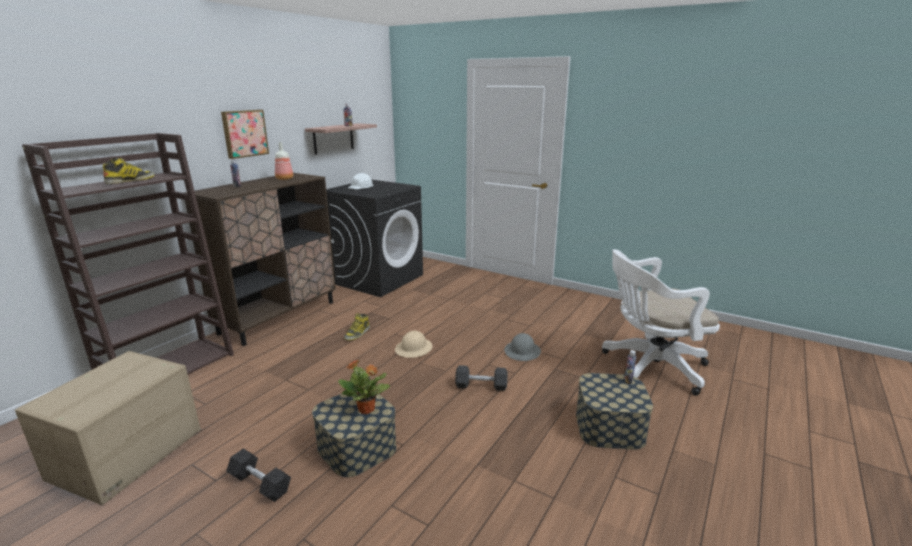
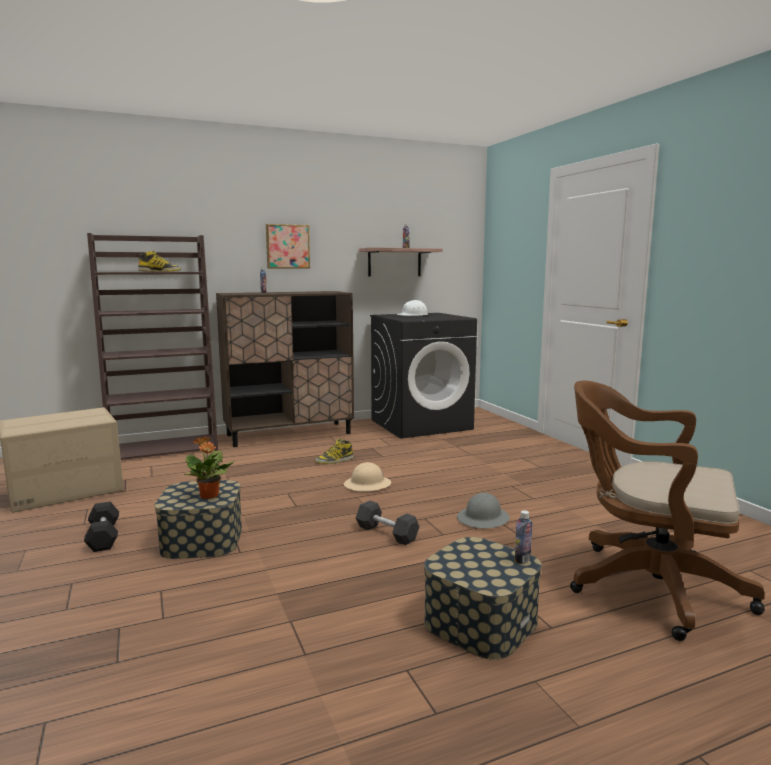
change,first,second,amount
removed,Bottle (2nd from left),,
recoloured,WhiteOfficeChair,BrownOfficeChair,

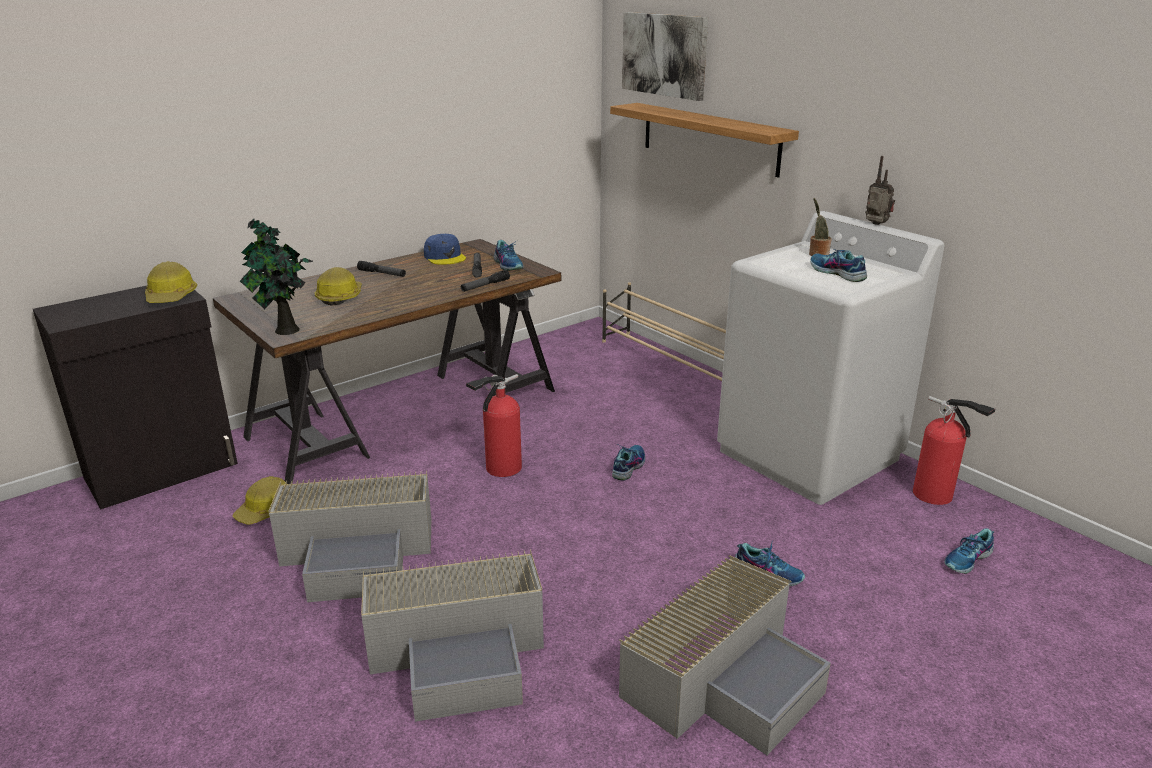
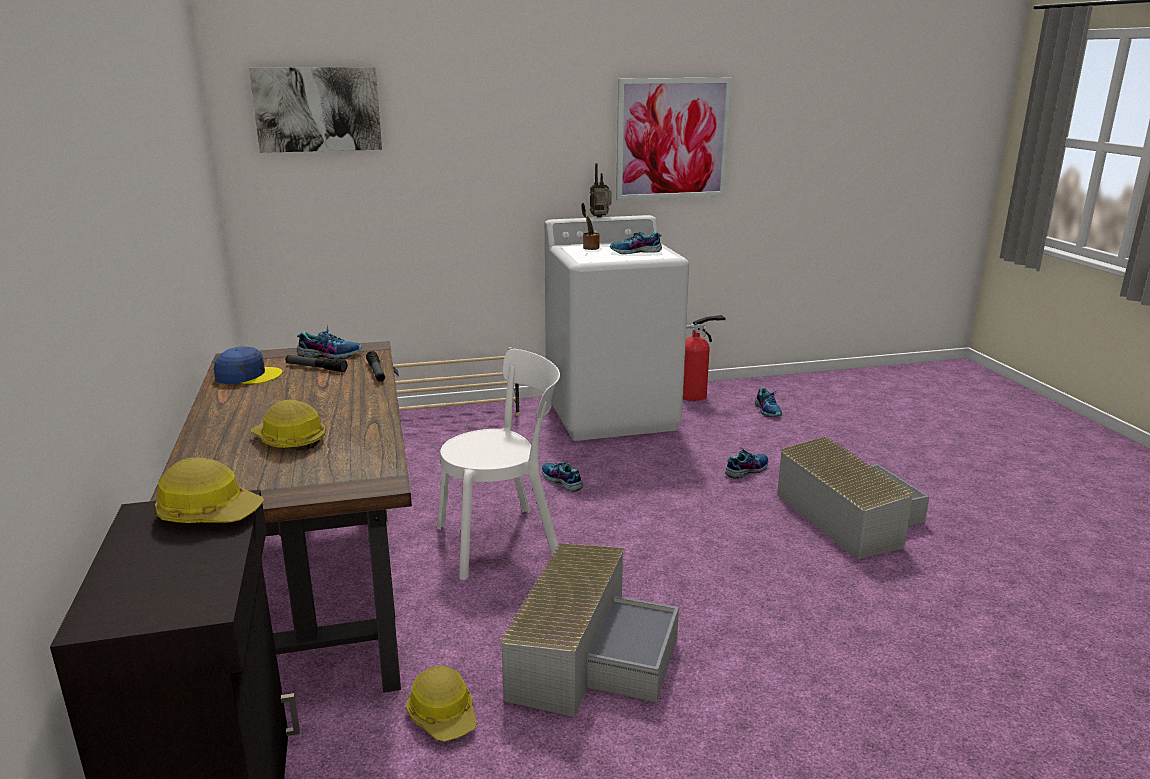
change,first,second,amount
removed,PottedPlant (1st from left),,
removed,Flashlight (1st from left),,
removed,GreyStorageBox (2nd from left),,
removed,Shelf,,
added,,Picture (2nd from left),
replaced,FireExtinguisher (1st from left),WhiteChair,

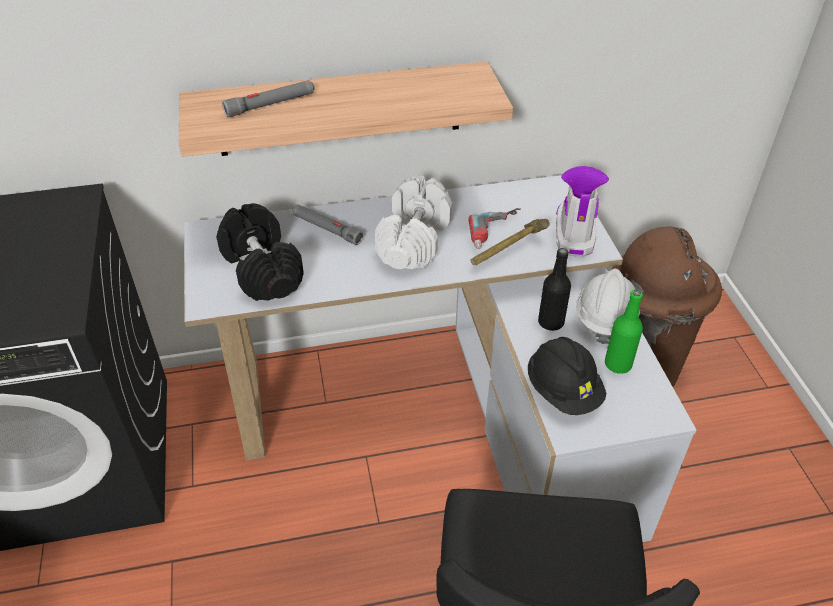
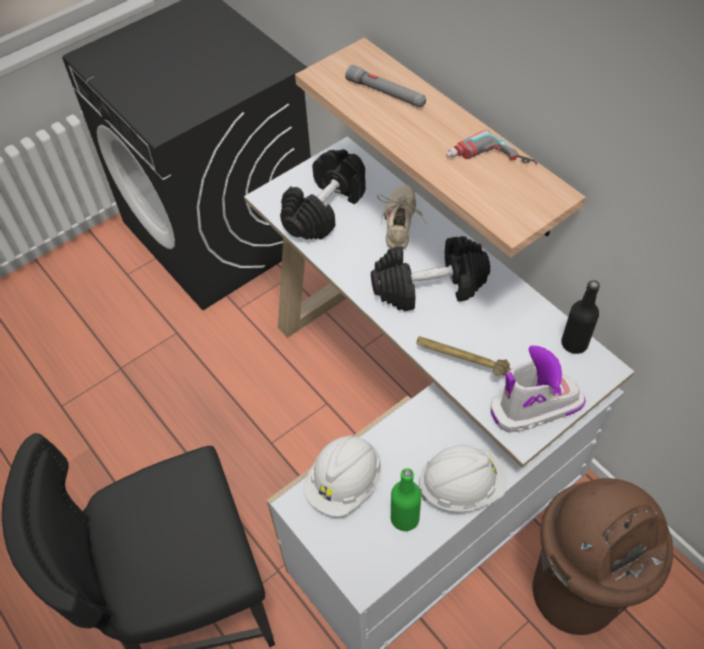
change,first,second,amount
moved,PowerDrill,,
moved,BlackBottle,,
replaced,GreyFlashlight (2nd from left),BeigeShoe,
recoloured,WhiteDumbbell,BlackDumbbell (2nd from left),
recoloured,BlackHardHat,WhiteHardHat (1st from left),

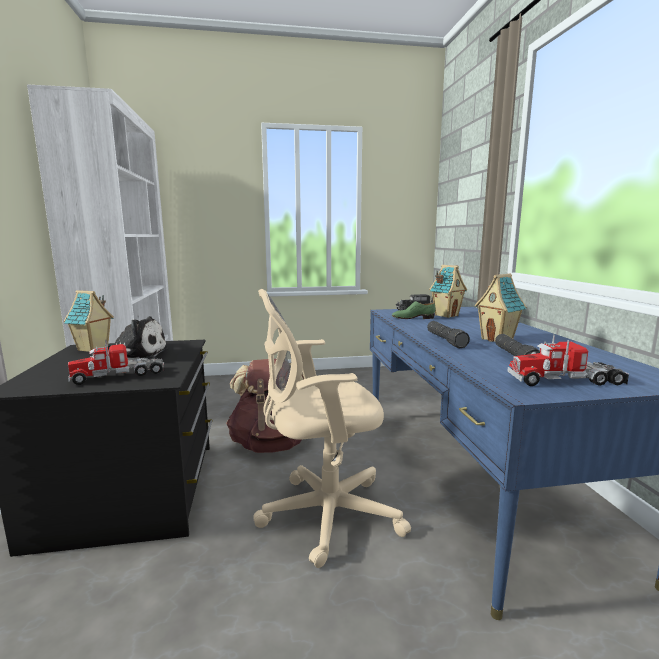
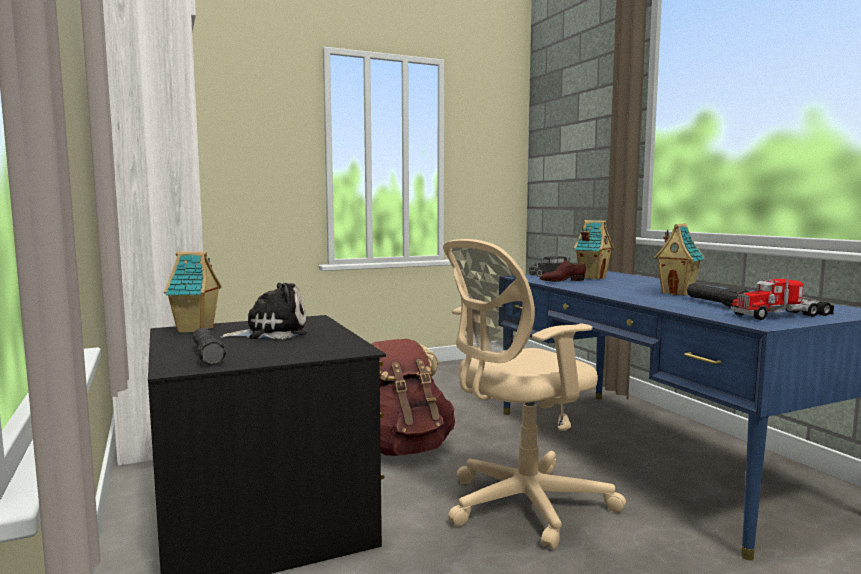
change,first,second,amount
removed,ToyTruck (1st from left),,
moved,BlackFlashlight (1st from left),,
recoloured,GreenShoe,BrownShoe,

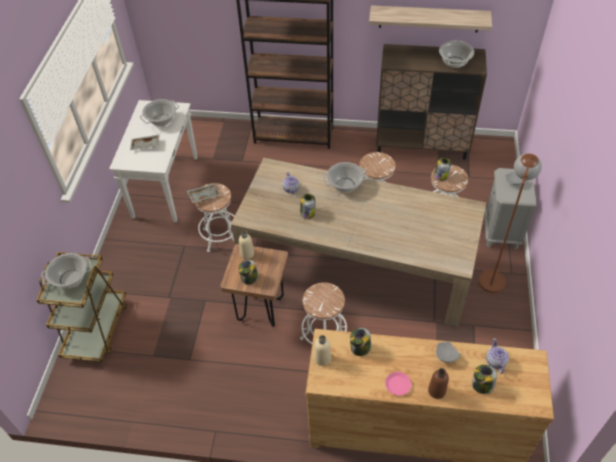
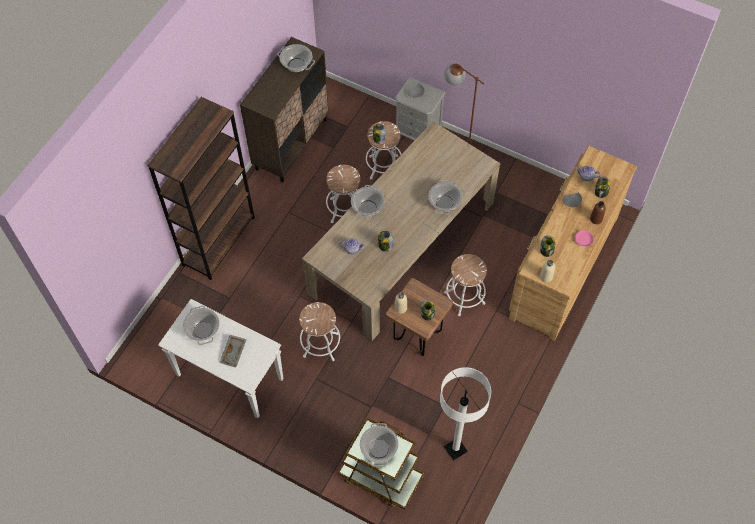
change,first,second,amount
removed,GreyTray (2nd from left),,
removed,Shelf,,
added,,CookingPot (5th from left),
added,,WhiteFloorLamp,

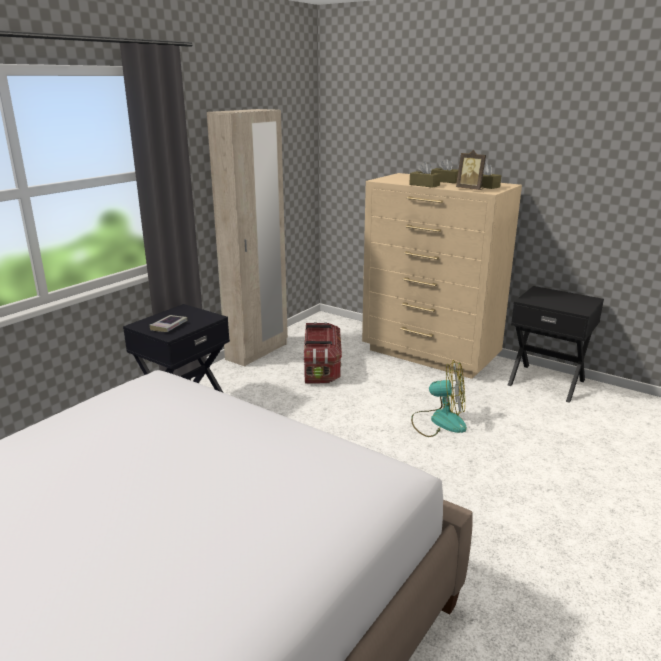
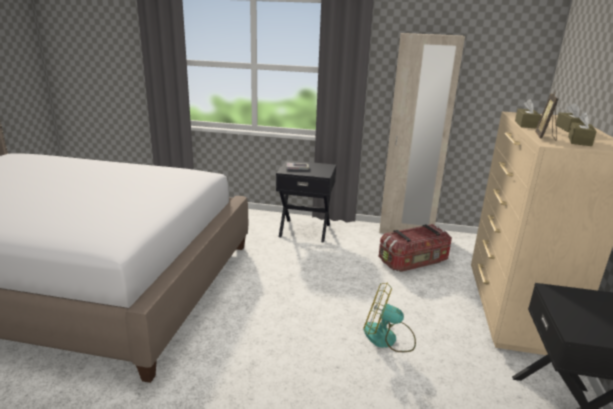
change,first,second,amount
turned,Fan,,120 degrees clockwise

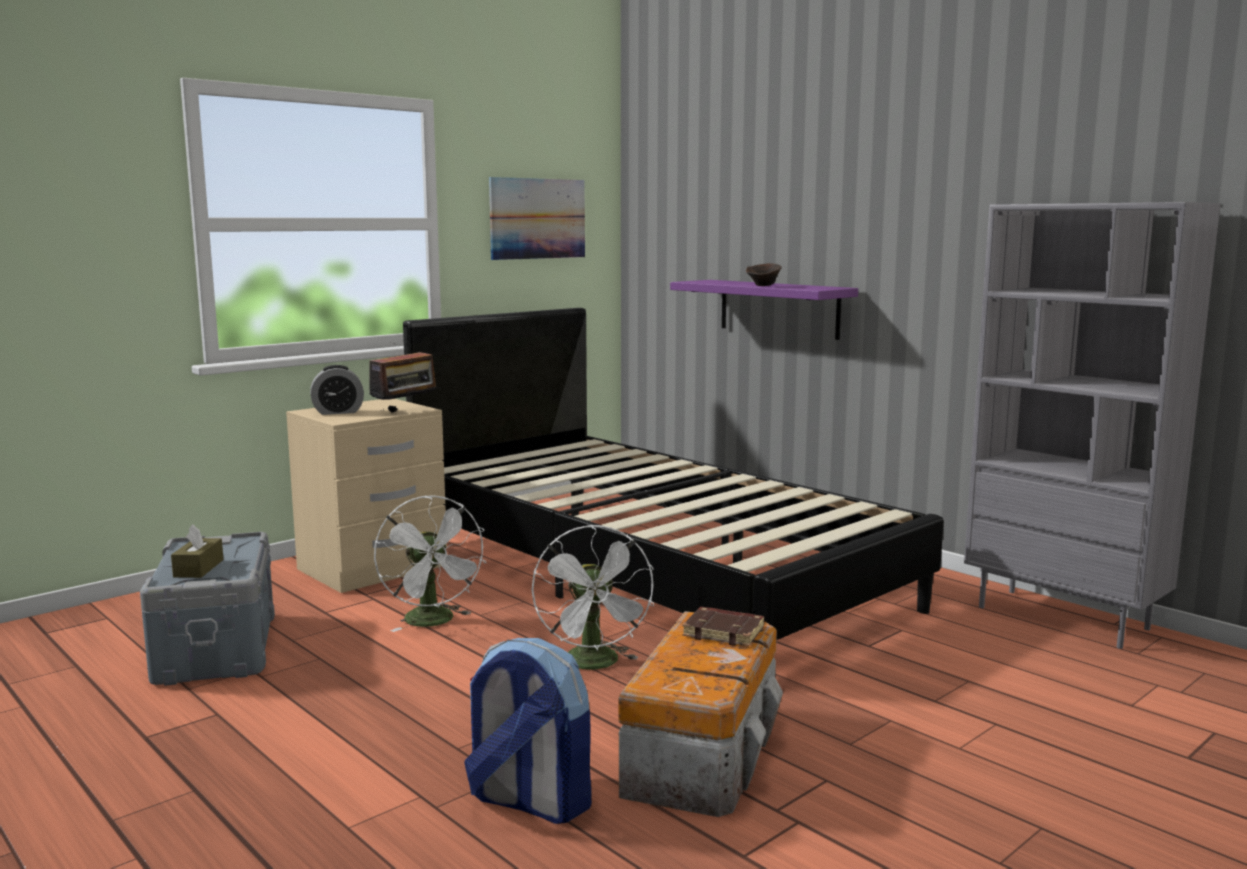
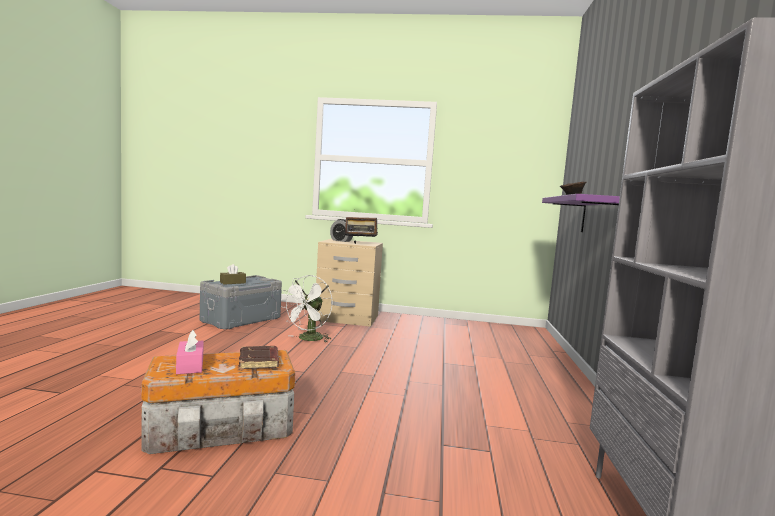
change,first,second,amount
removed,BlackBed,,
removed,Backpack,,
removed,Picture,,
removed,WhiteFan (2nd from left),,
added,,PinkTissueBox,

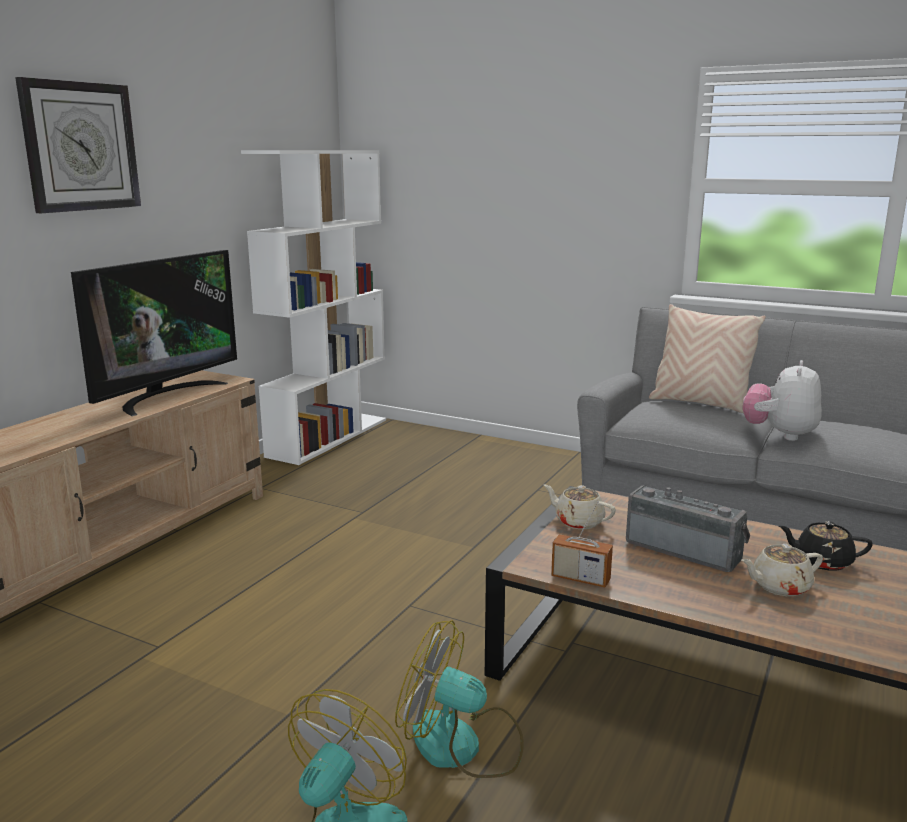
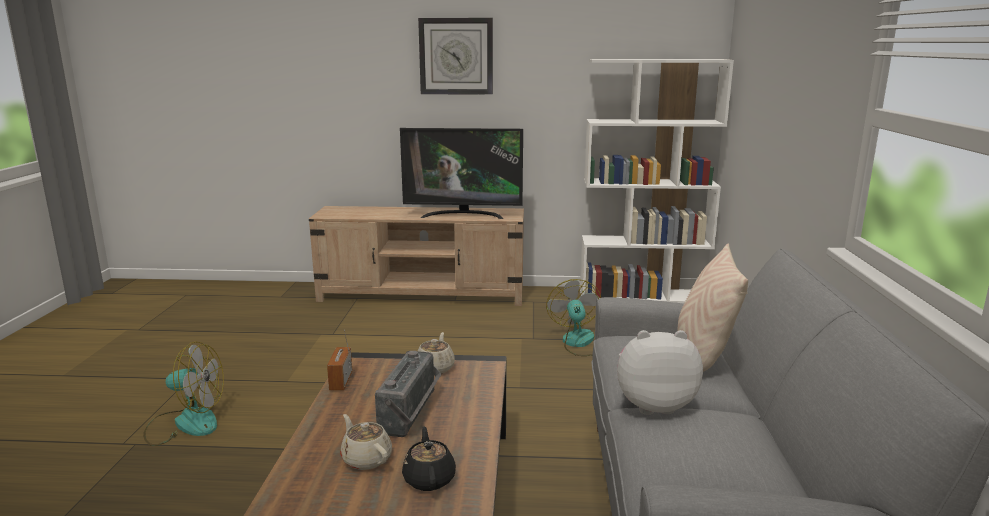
change,first,second,amount
moved,Fan (2nd from left),,

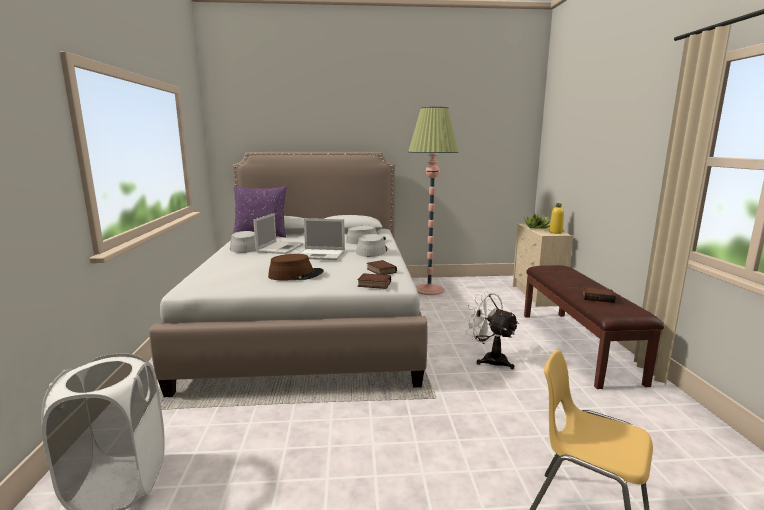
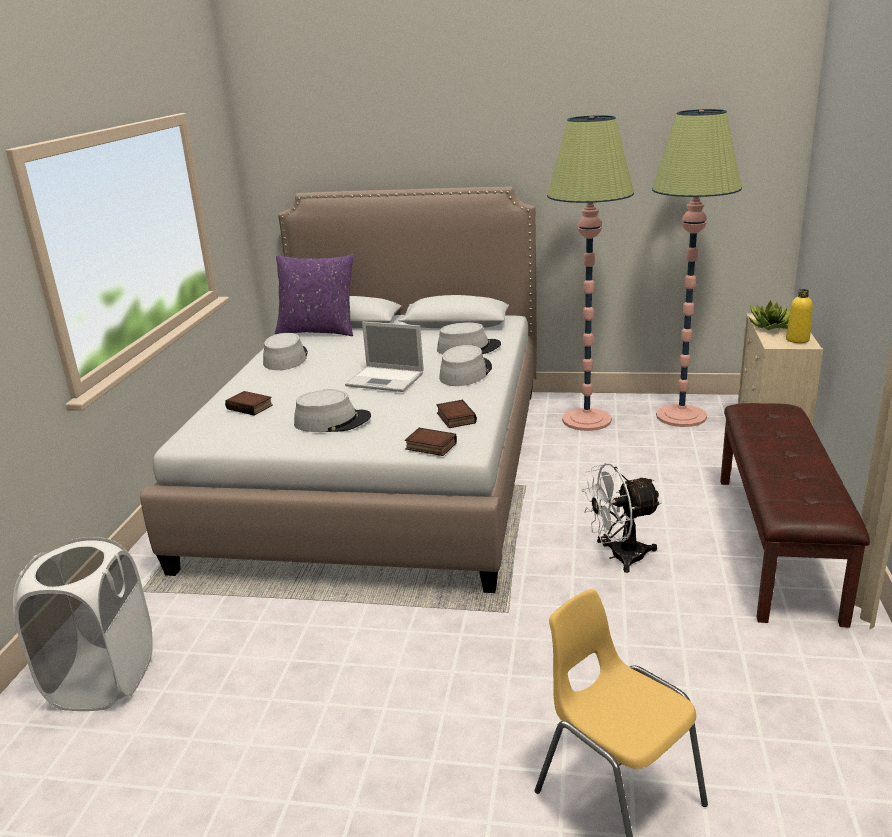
change,first,second,amount
removed,Laptop (1st from left),,
added,,FloorLamp (2nd from left),
moved,Book (3rd from left in the first image),Book (1st from left),
recoloured,BrownHat,GreyHat (2nd from left),
turned,WhiteFan,,75 degrees counterclockwise

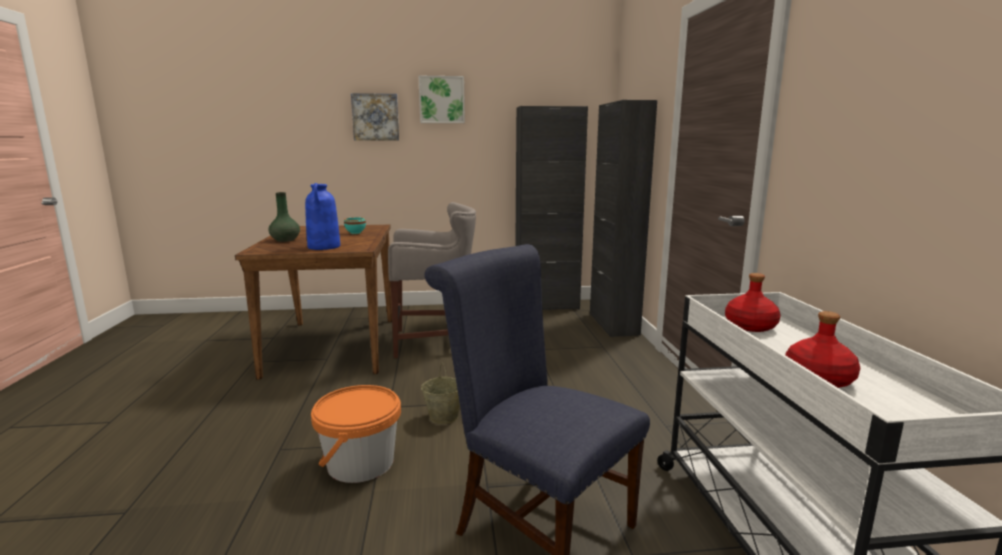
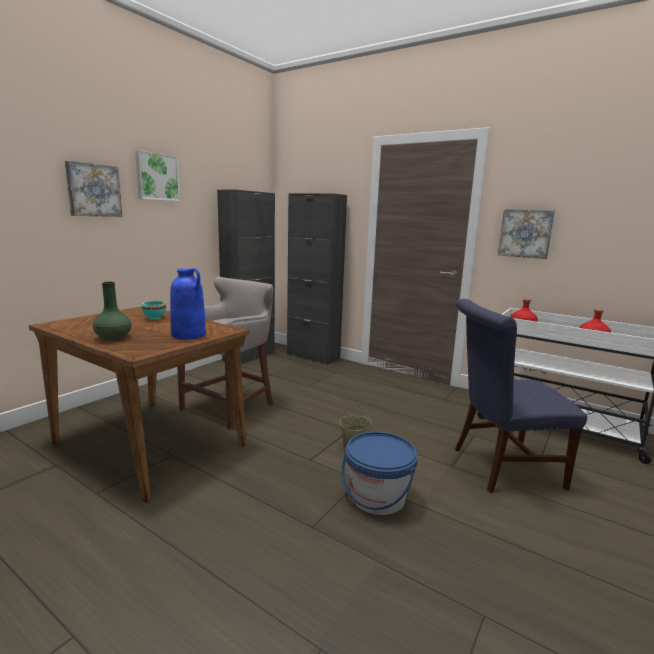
change,first,second,amount
added,,Picture (3rd from left),
recoloured,OrangeBucket,BlueBucket,

